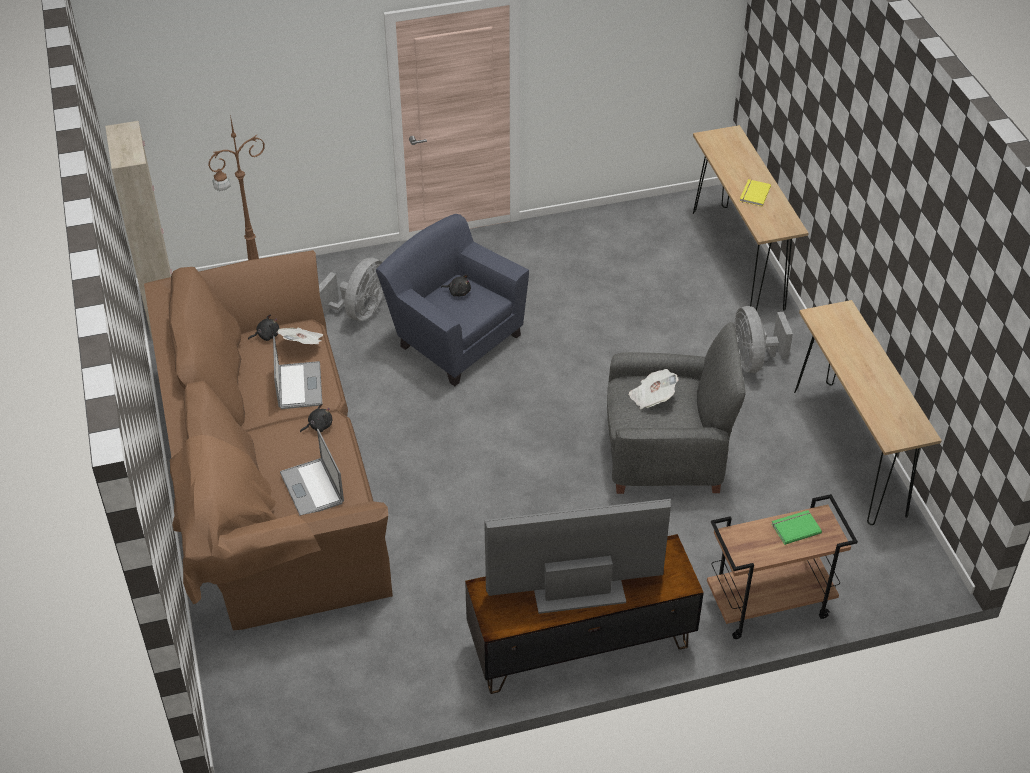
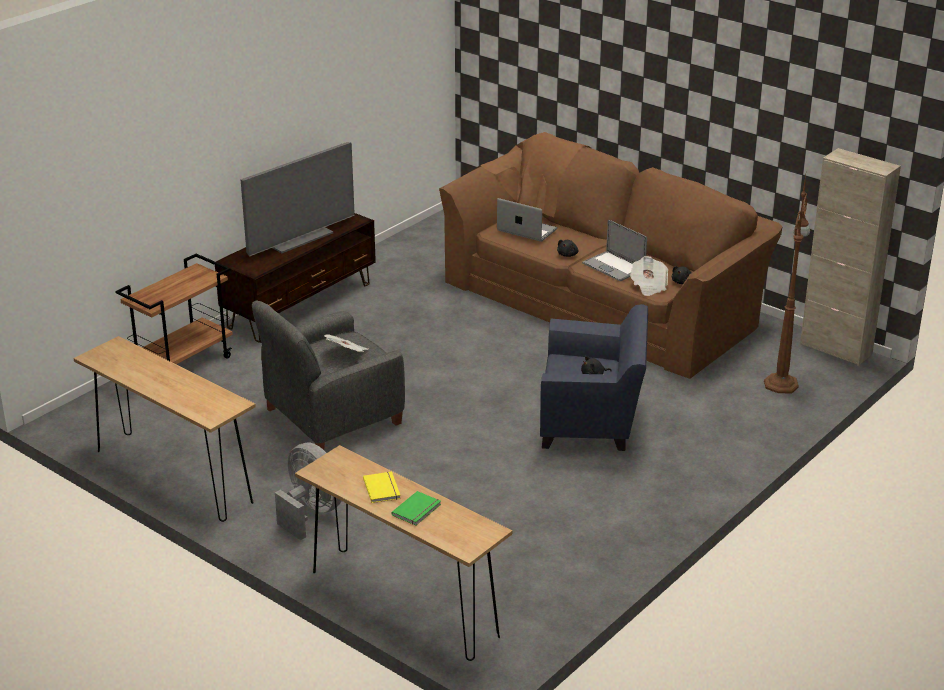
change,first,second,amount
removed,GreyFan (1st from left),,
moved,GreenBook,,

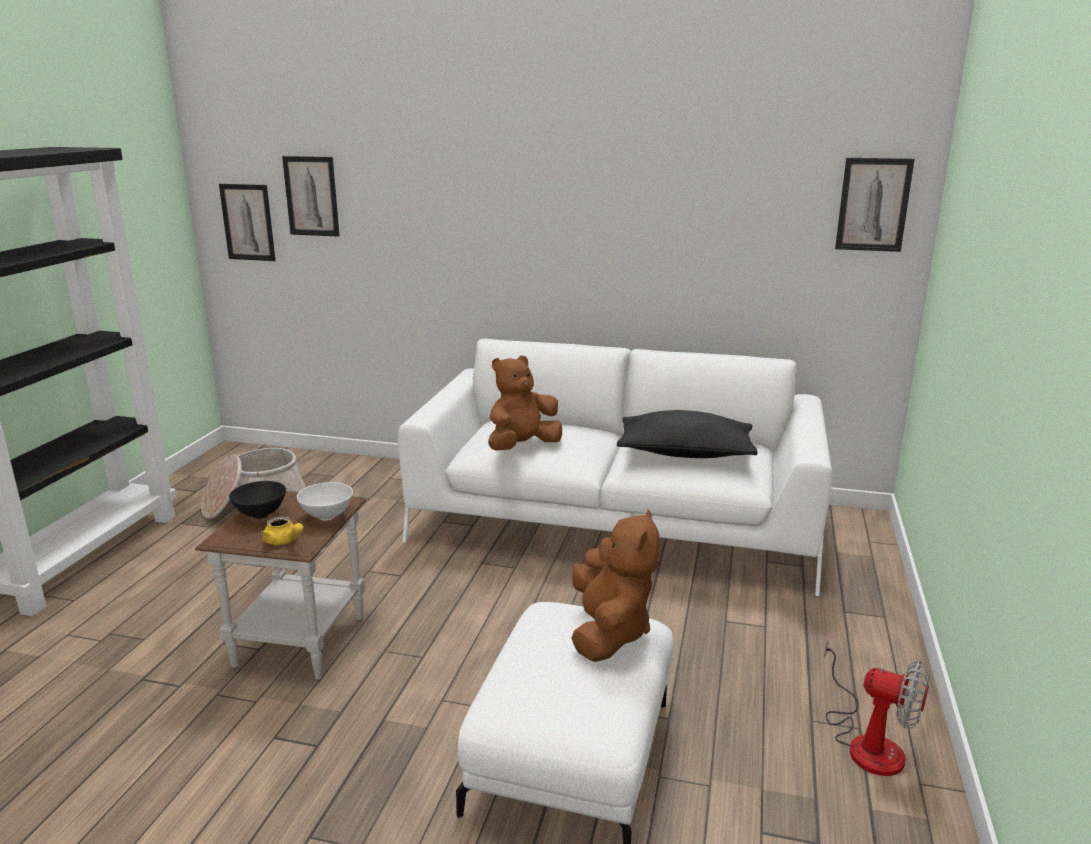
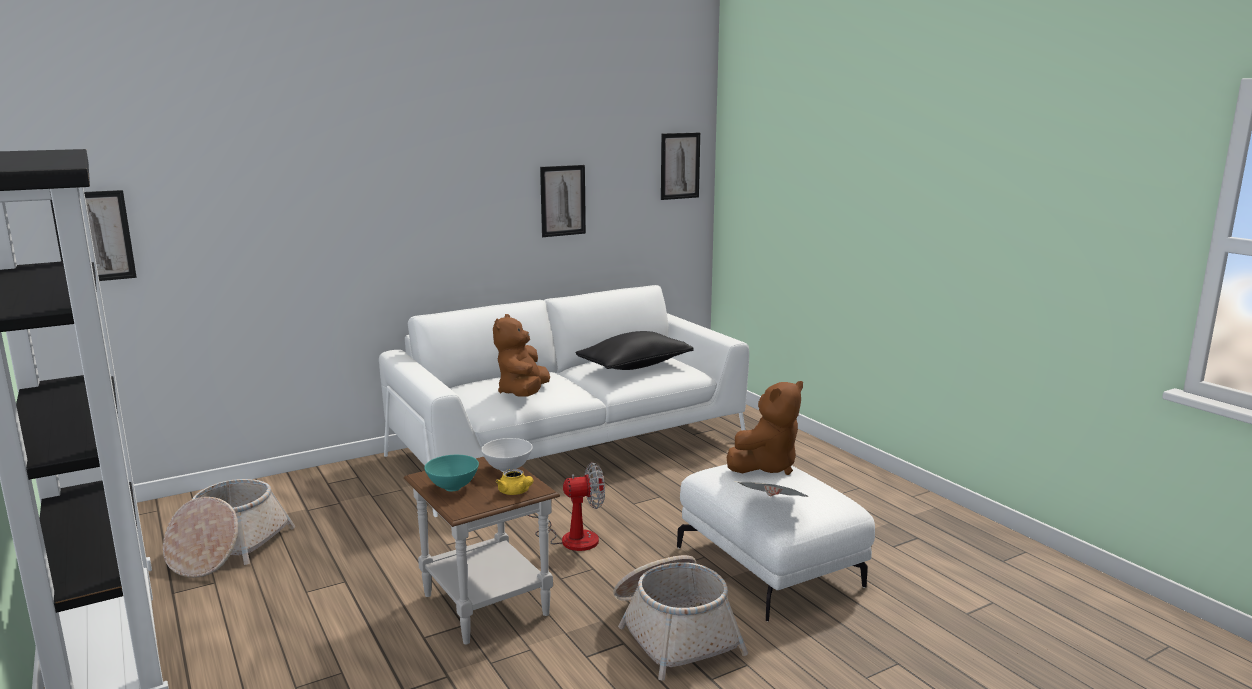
change,first,second,amount
added,,Basket (2nd from left),
added,,Newspaper,
moved,Picture (2nd from left),,
moved,Fan,,
recoloured,BlackBowl,TurquoiseBowl,
turned,YellowTeapot,,60 degrees clockwise
turned,BrownPlushToy (2nd from left),,90 degrees clockwise

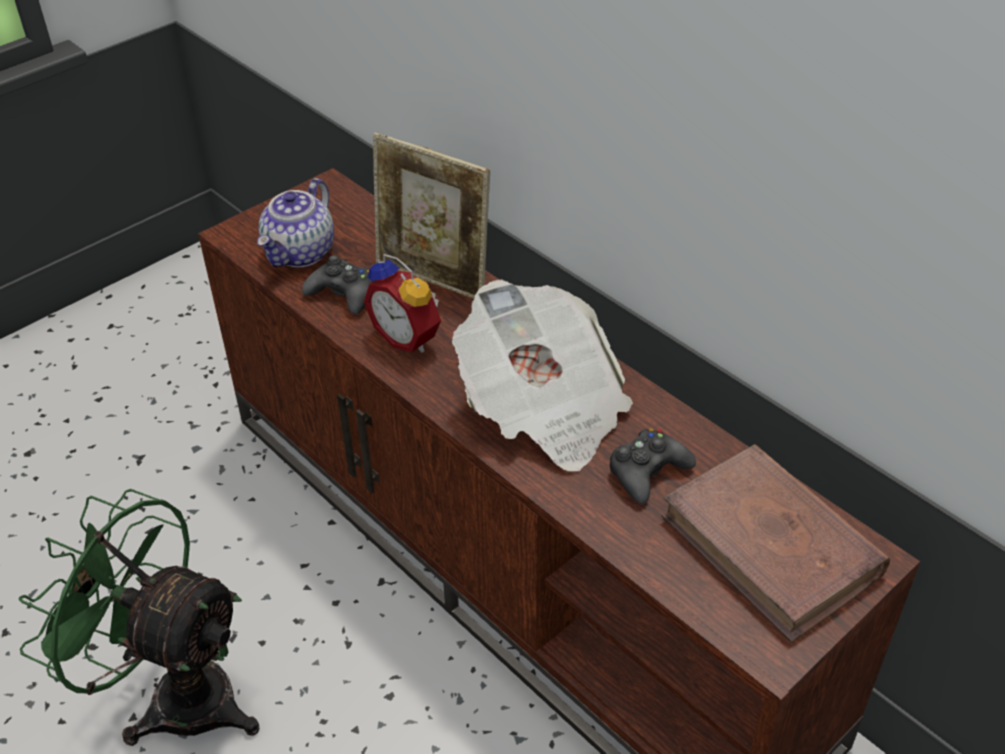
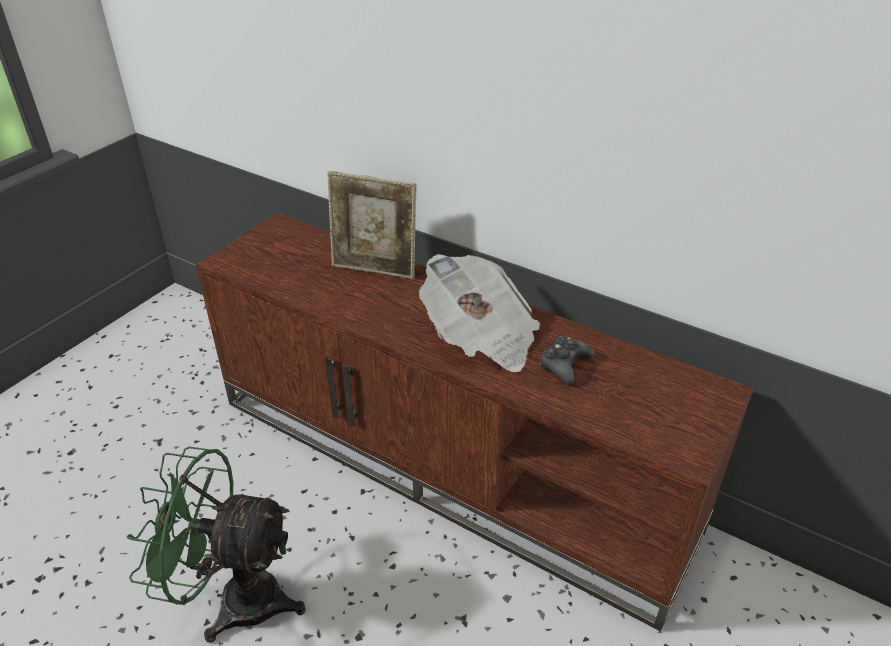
change,first,second,amount
removed,Teapot,,
removed,BlackGameController (1st from left),,
removed,AlarmClock,,
removed,BrownBook,,

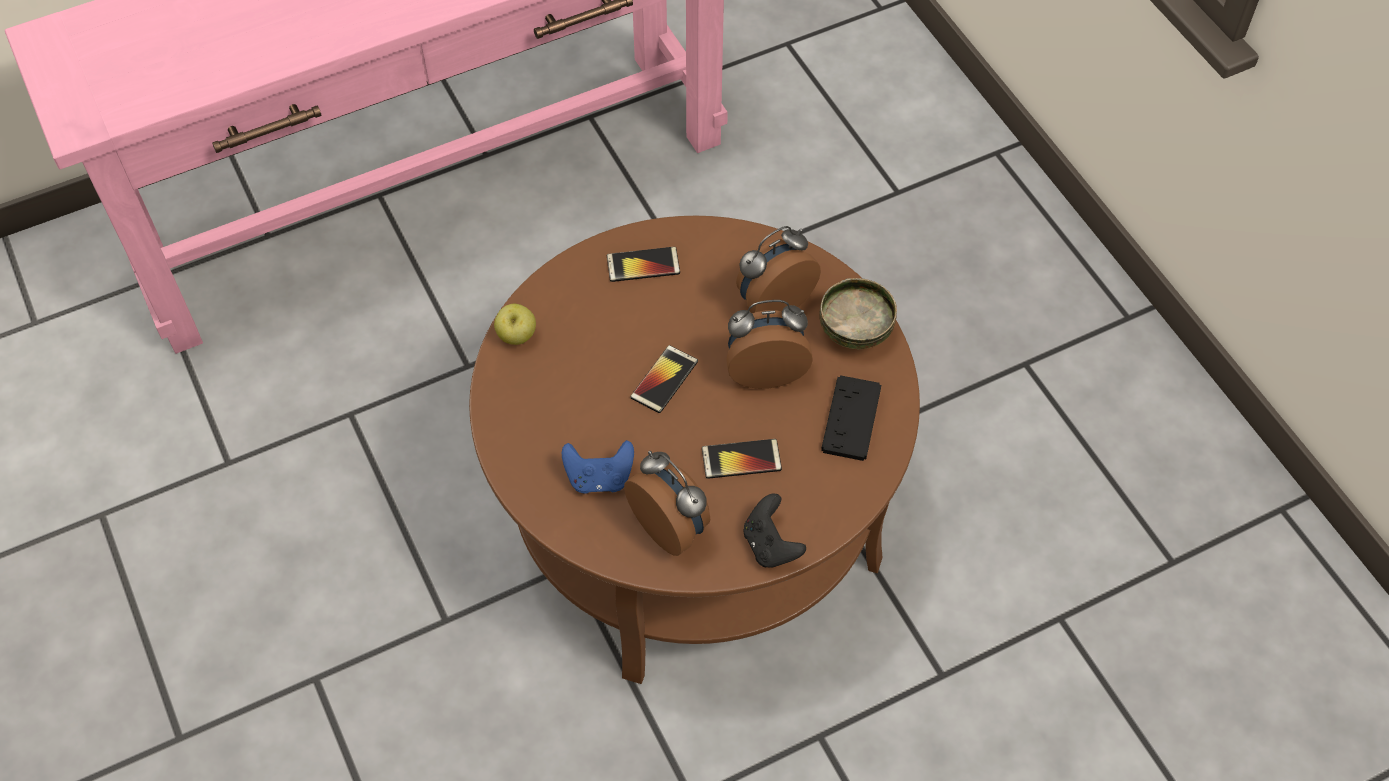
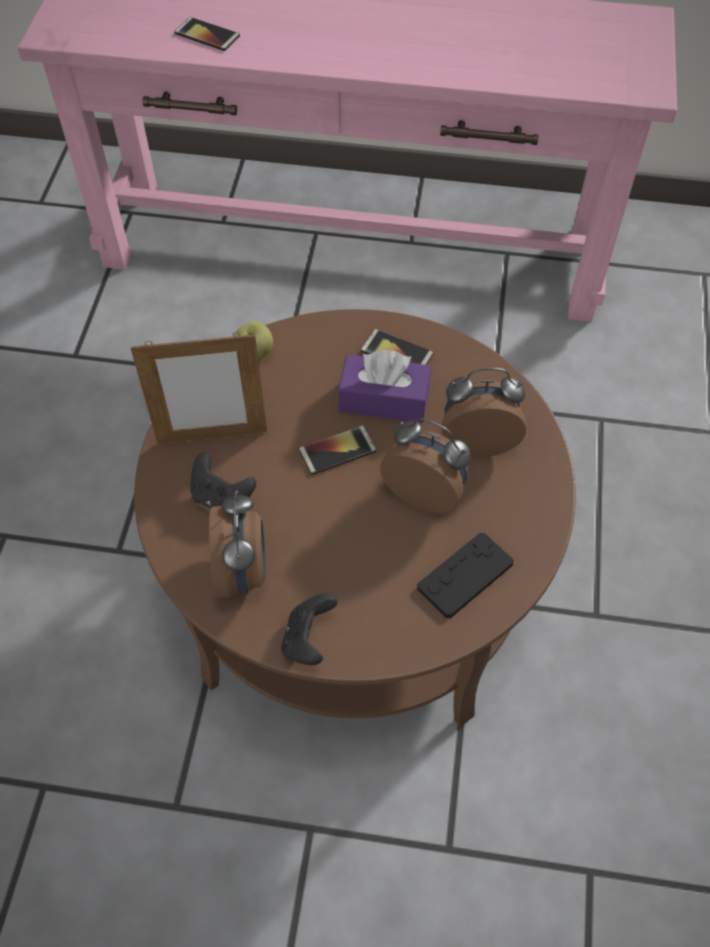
change,first,second,amount
removed,Bowl,,
added,,PictureFrame,
added,,PurpleTissueBox,
moved,Phone (3rd from left in the first image),Phone (1st from left),
recoloured,BlueGameController,BlackGameController (1st from left),

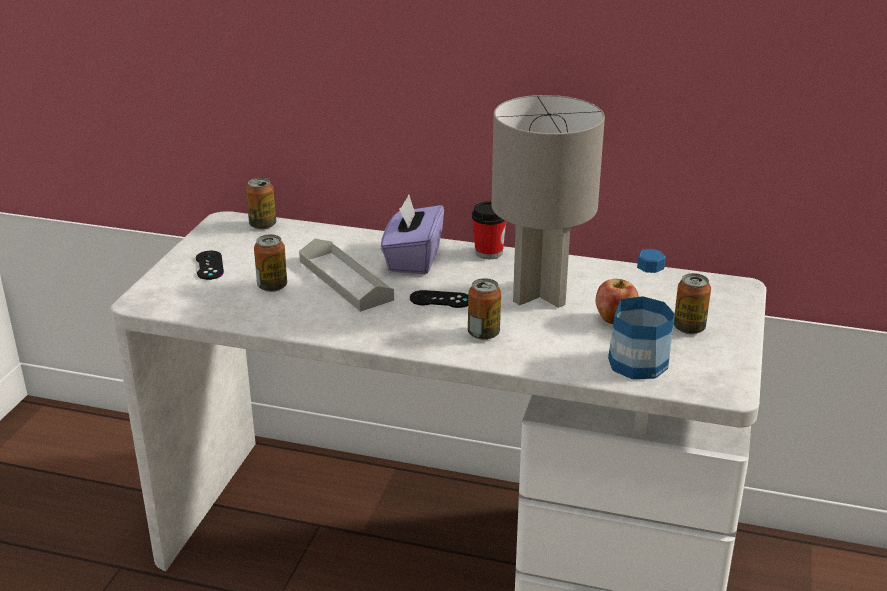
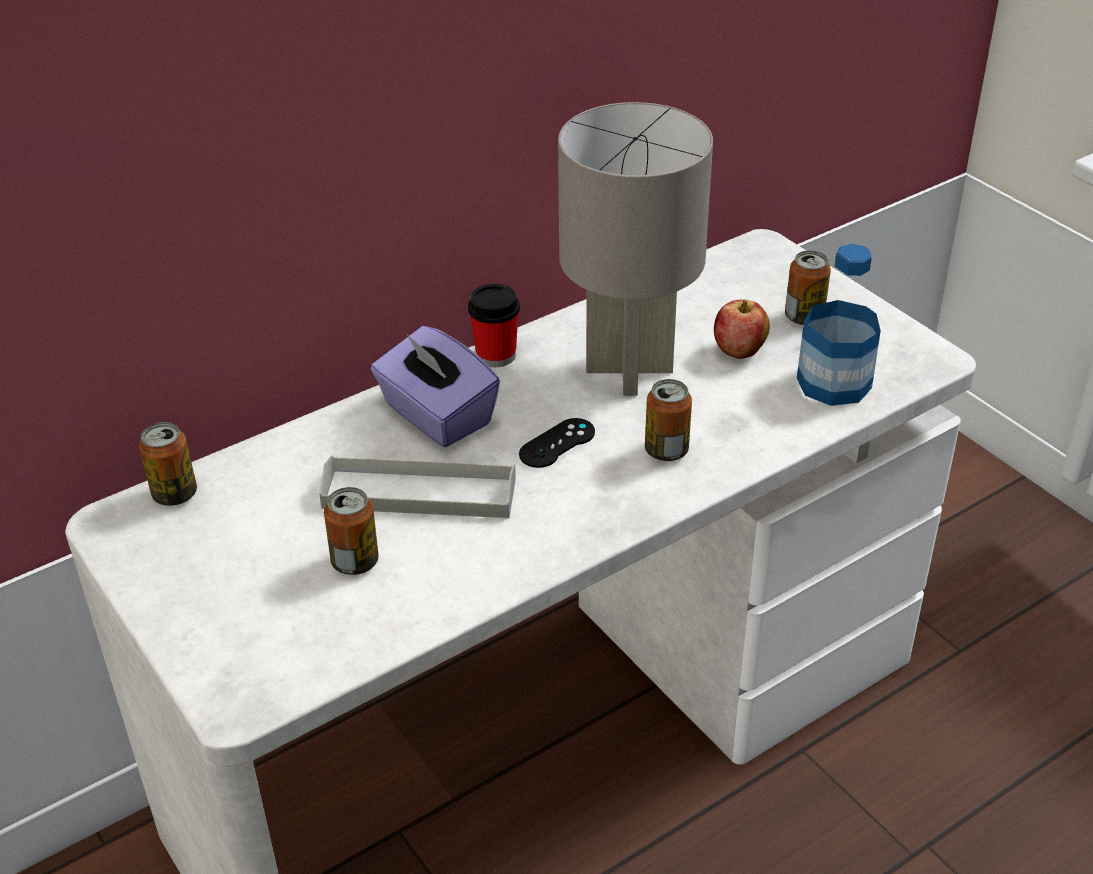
change,first,second,amount
removed,BlackGameController (1st from left),,

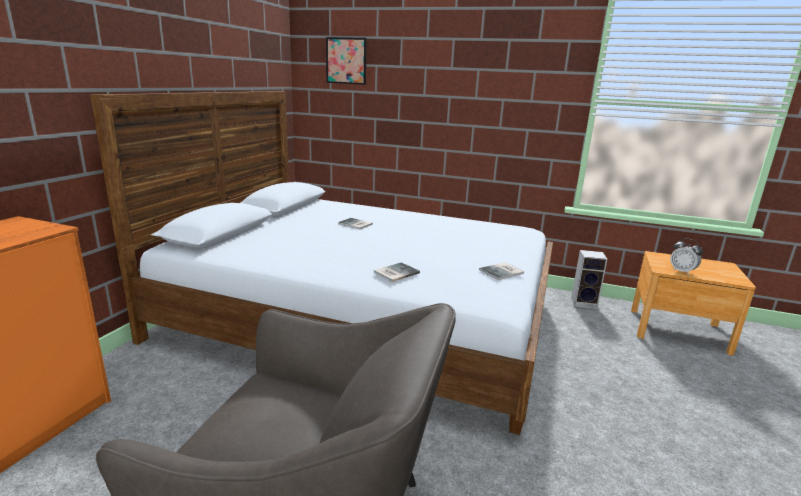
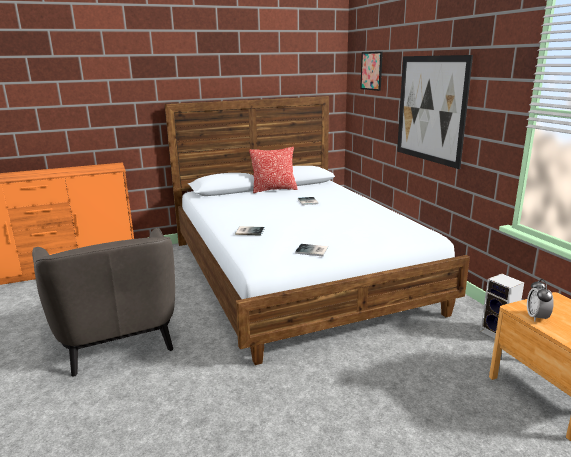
change,first,second,amount
added,,Pillow,
added,,Picture (2nd from left),

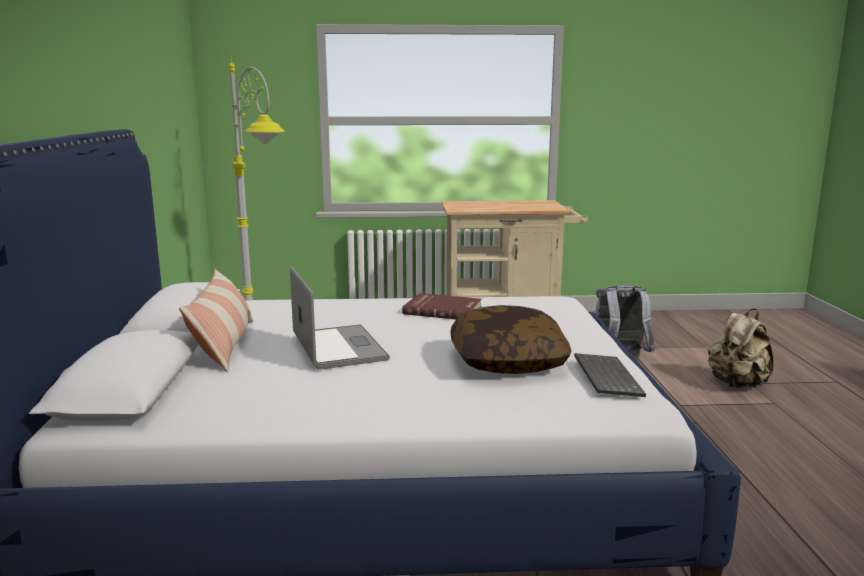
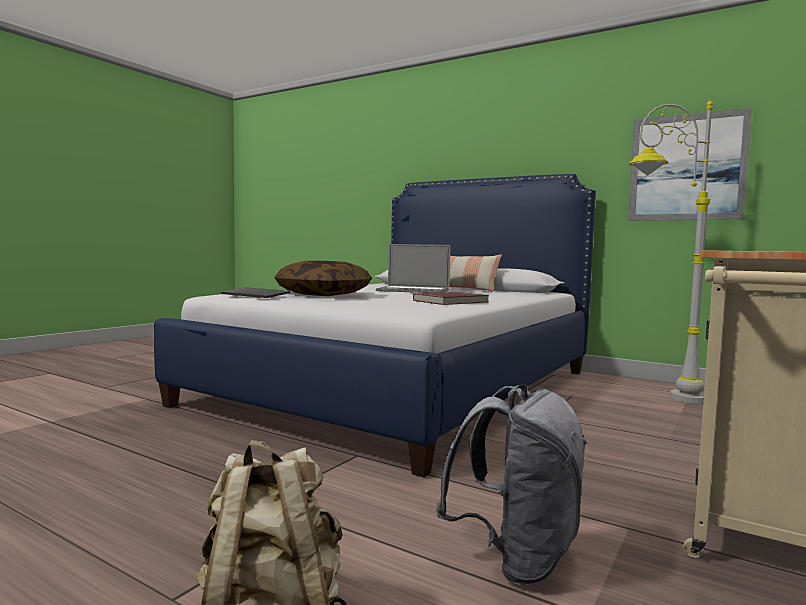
change,first,second,amount
added,,Picture,

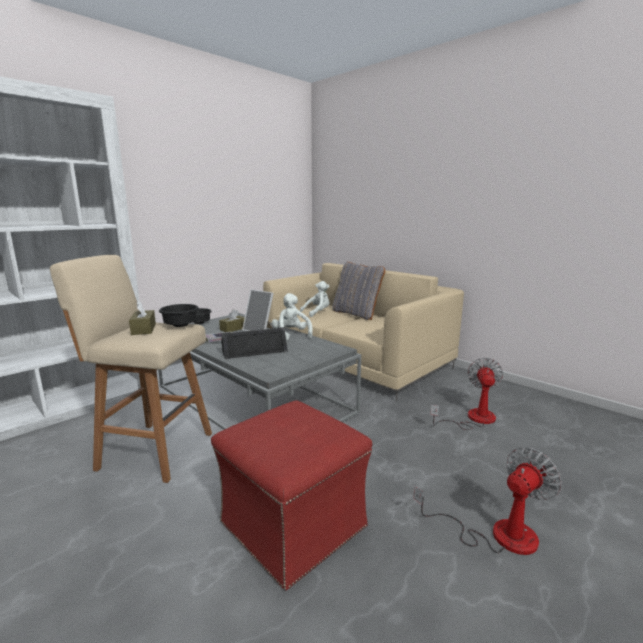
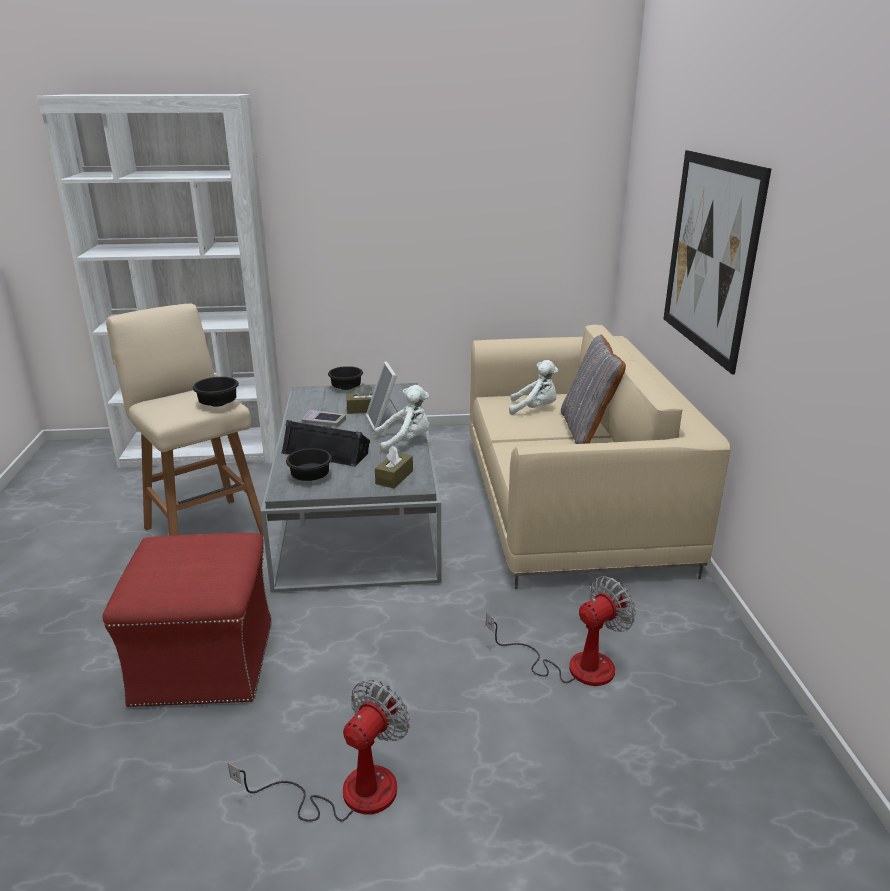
change,first,second,amount
added,,BlackBowl (2nd from left),
added,,Picture,
moved,BrownTissueBox (1st from left in the first image),BrownTissueBox (2nd from left),
turned,WhitePlushToy (1st from left),,60 degrees clockwise
turned,Fan (2nd from left in the first image),Fan (1st from left),60 degrees counterclockwise

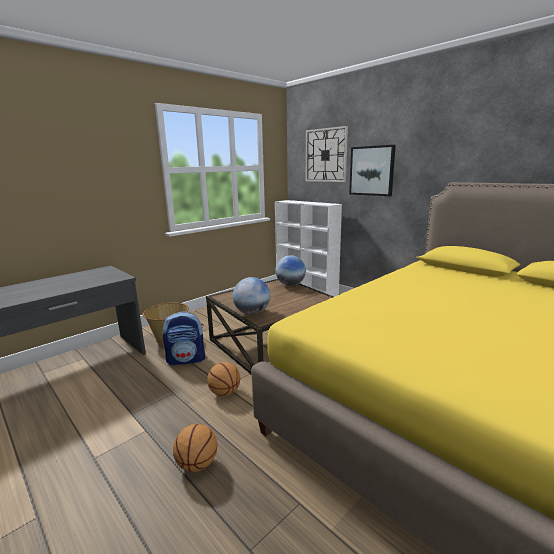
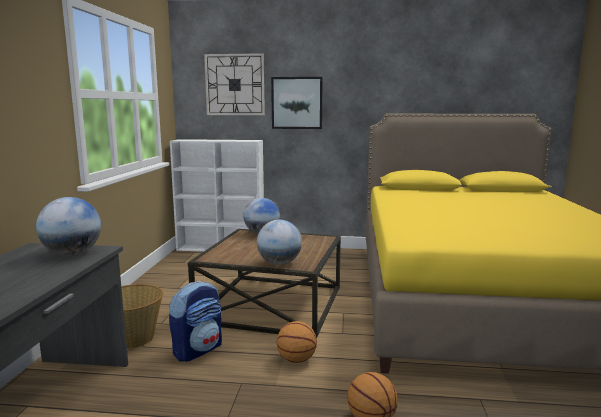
change,first,second,amount
added,,Globe (1st from left),

